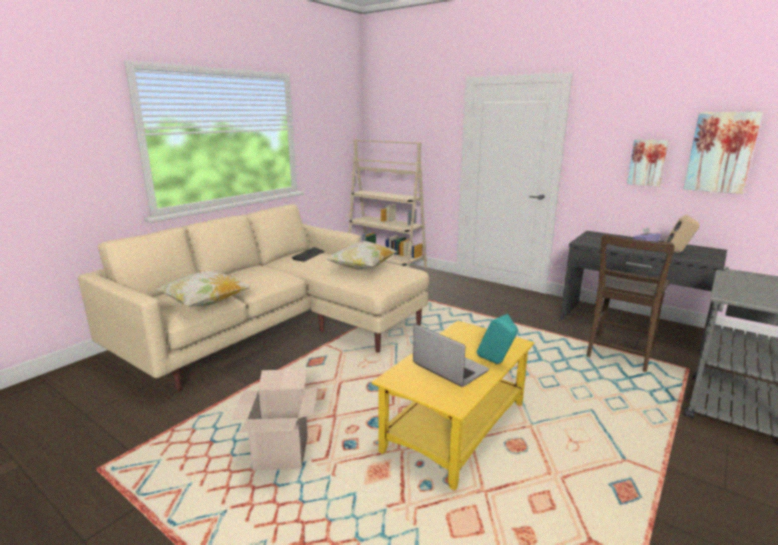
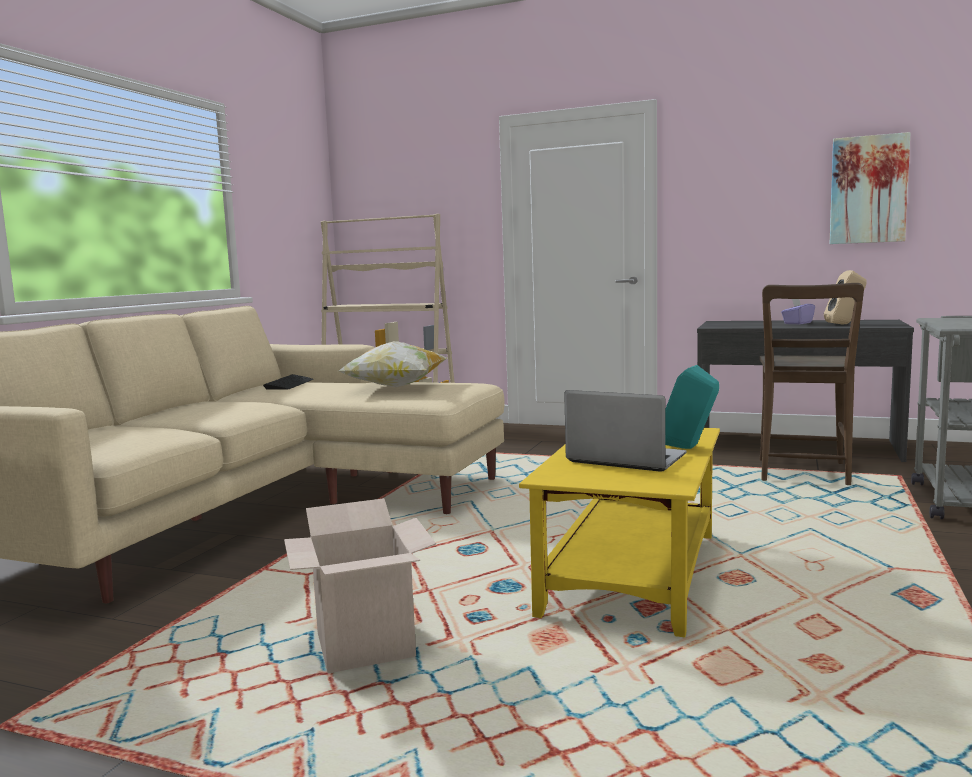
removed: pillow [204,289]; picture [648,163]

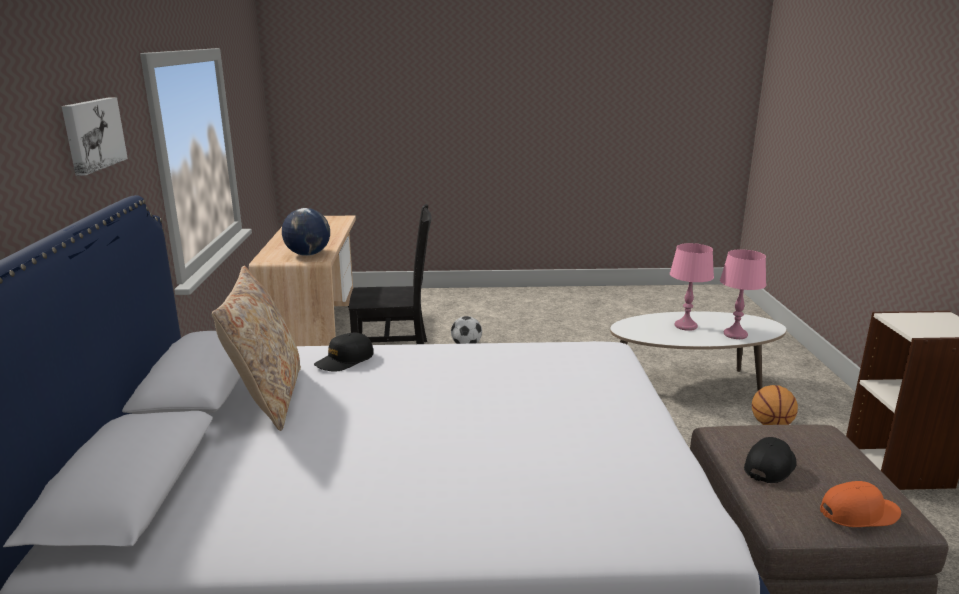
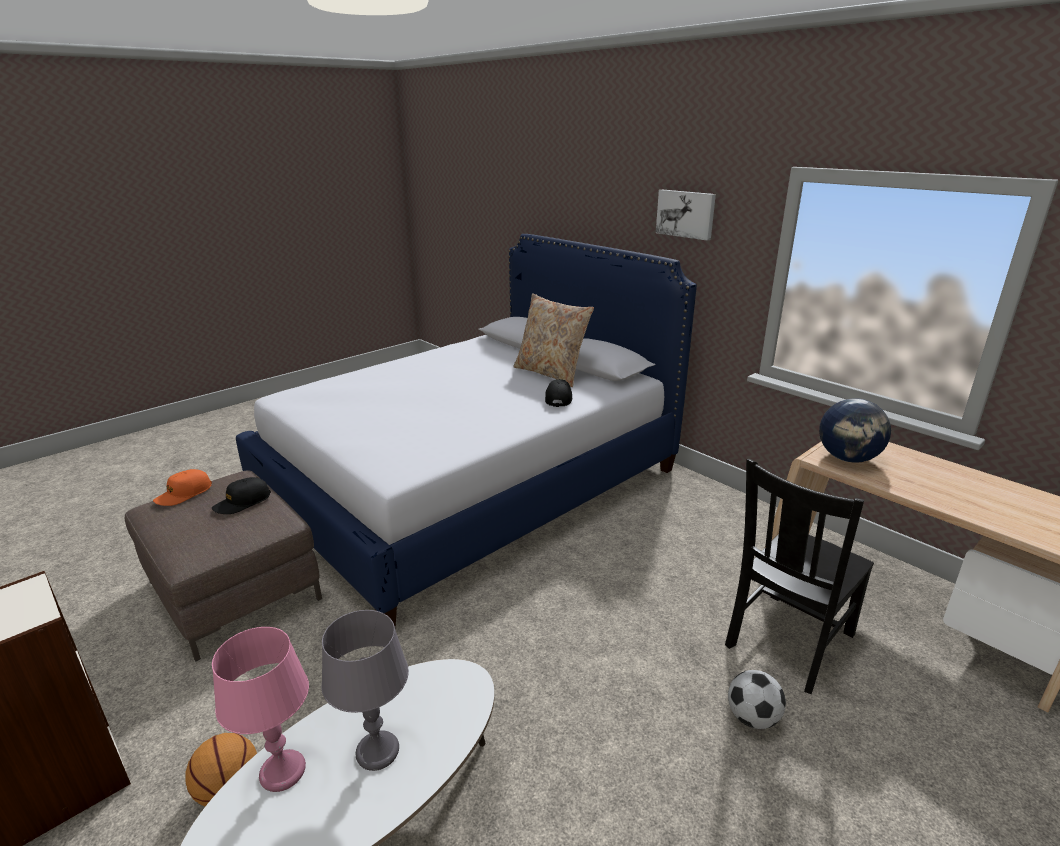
recoloured: table lamp (pink) [692,287] to table lamp (grey) [365,690]
turned: cap (black) [770,460] = [241,495] 45 degrees clockwise

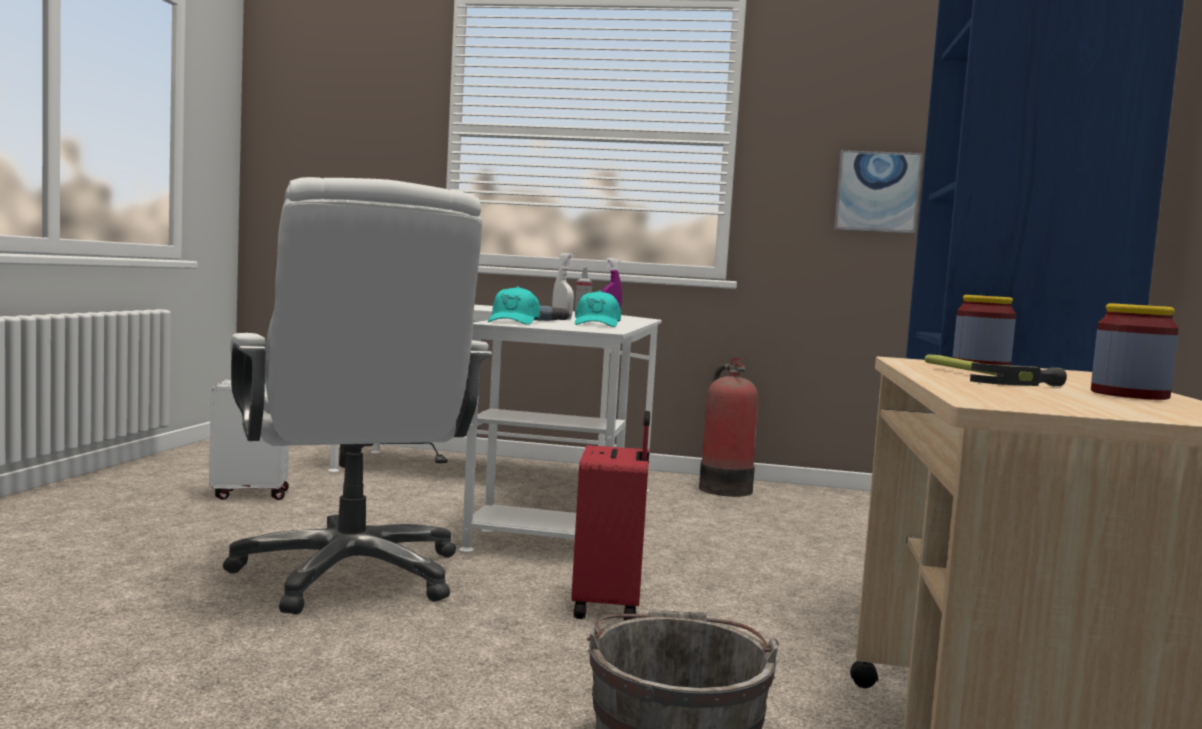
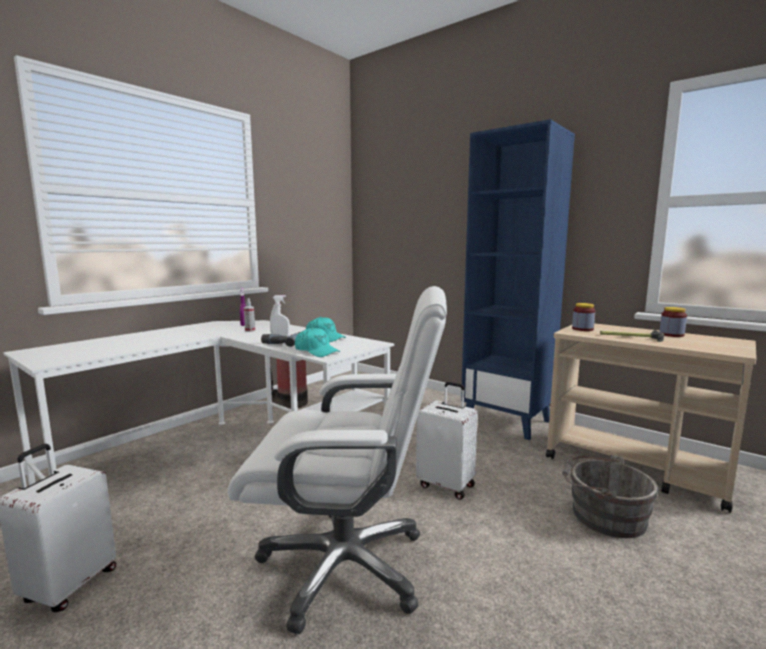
removed: picture [878,192]
recoloured: suitcase (red) [610,515] to suitcase (white) [447,441]

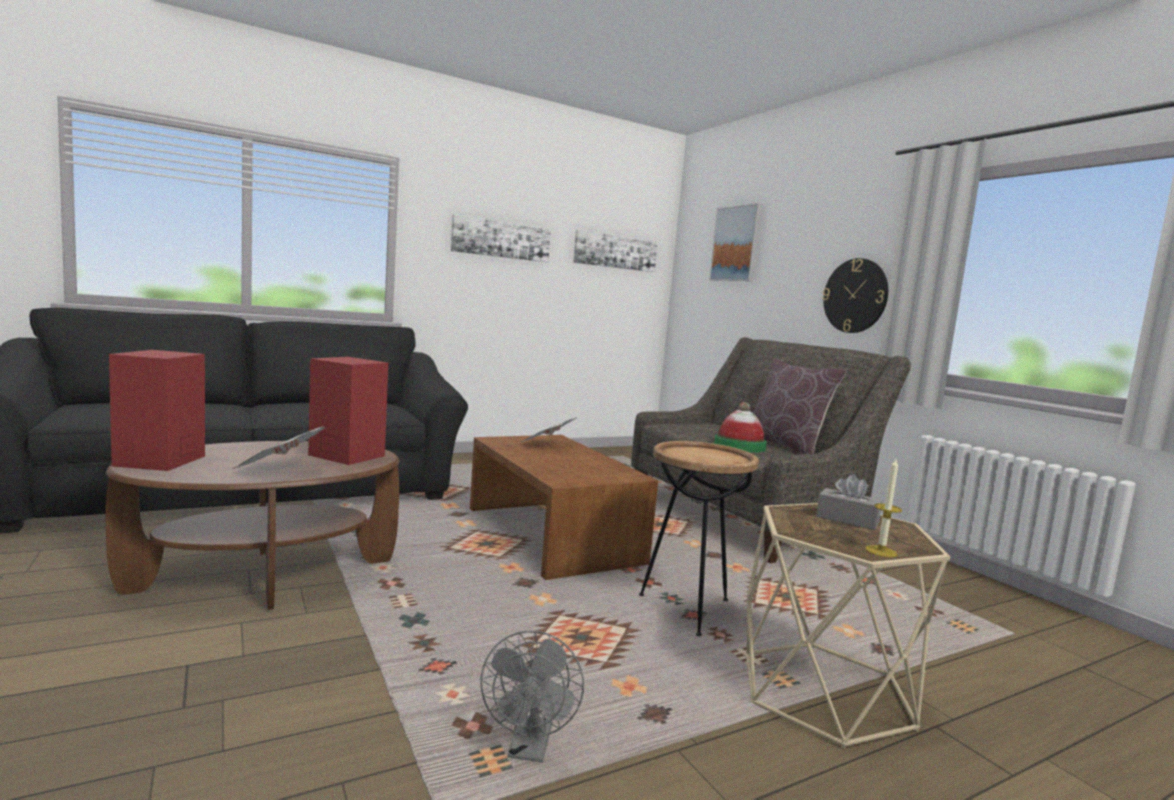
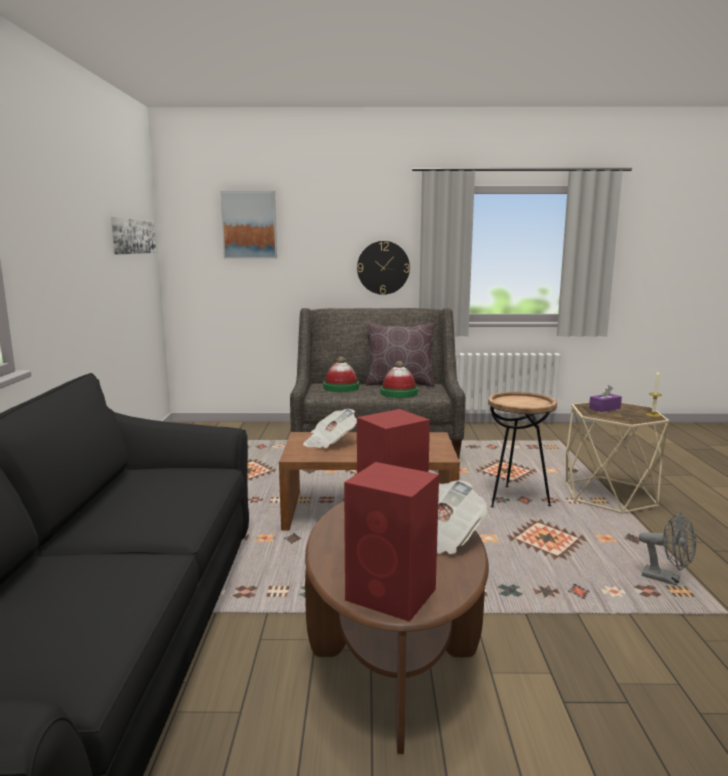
removed: picture [501,238]
added: hat [341,374]
recoloured: tissue box (grey) [849,502] to tissue box (purple) [605,398]

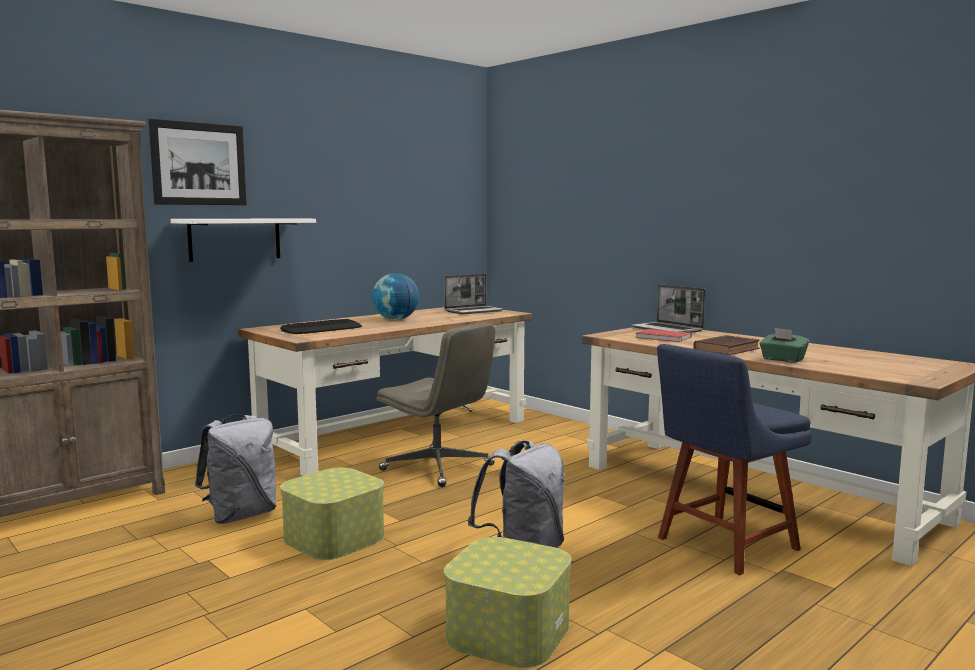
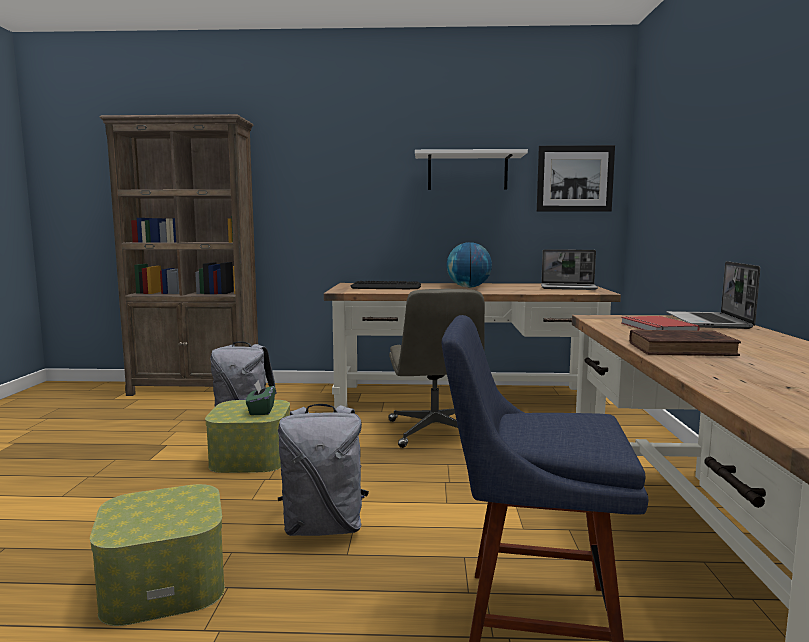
moved: picture [198,162] to [576,178]; shelf (white) [243,240] to [471,169]; tissue box (green) [784,345] to [260,397]

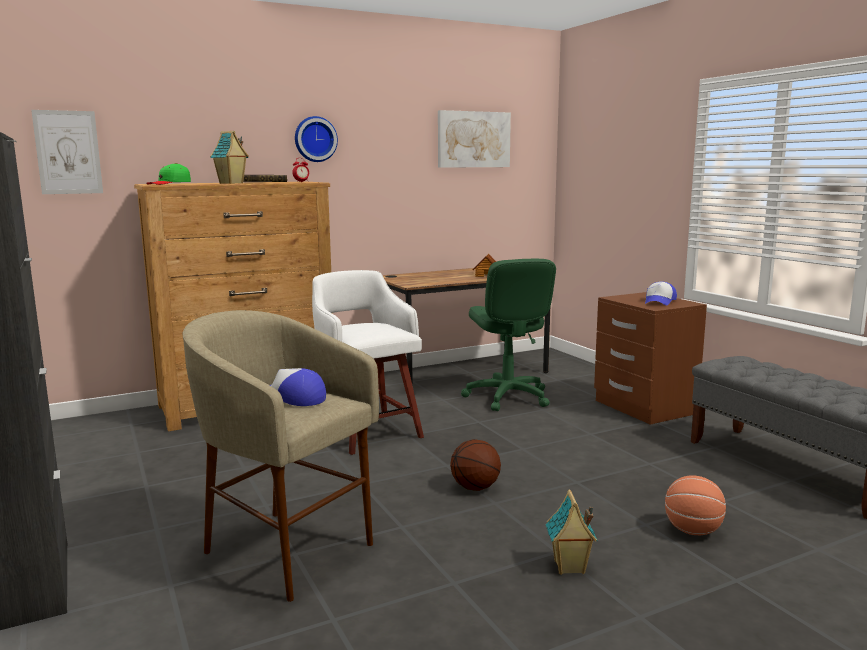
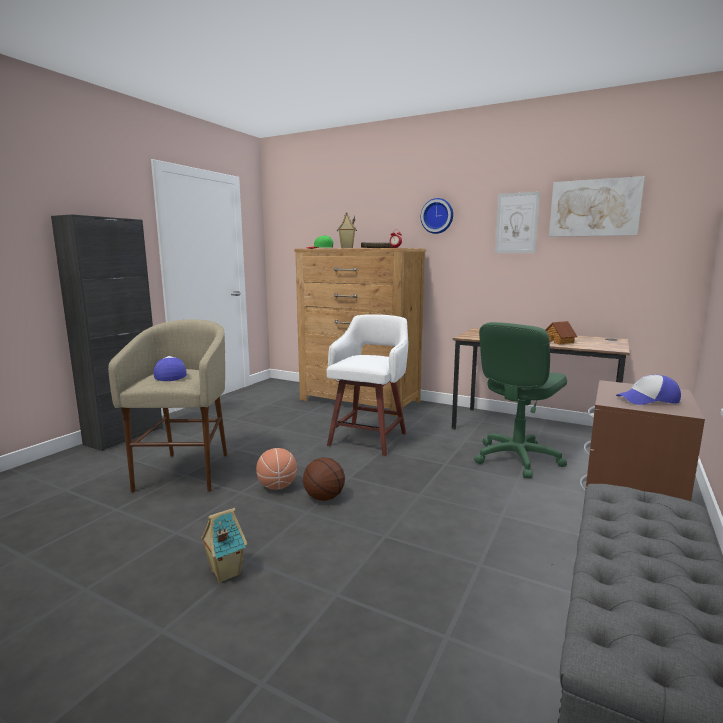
moved: picture [67,152] to [517,222]; basketball [695,505] to [276,469]

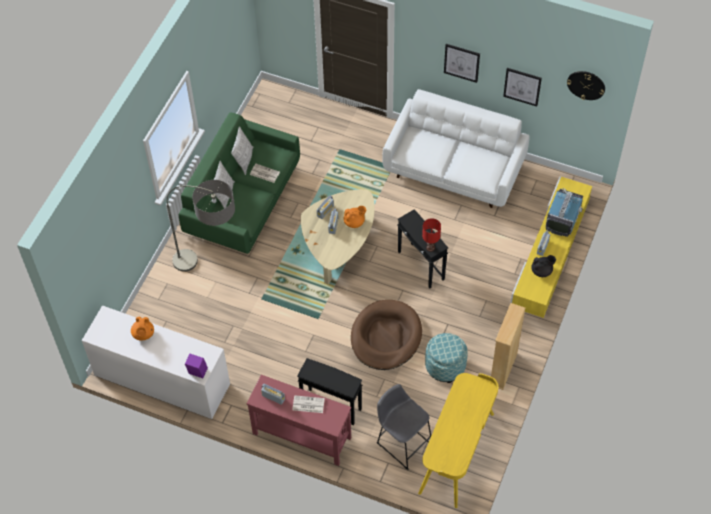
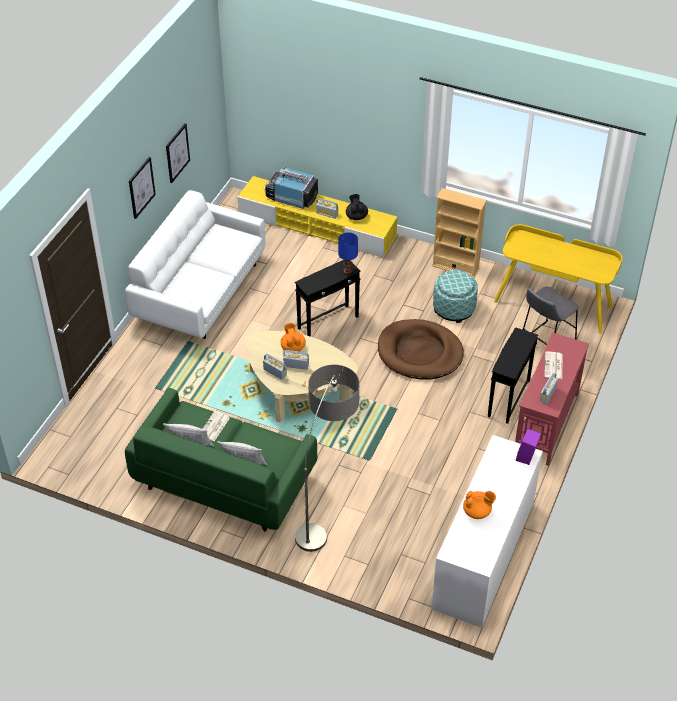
removed: wall clock [586,85]
recoloured: table lamp (red) [431,235] to table lamp (blue) [348,253]

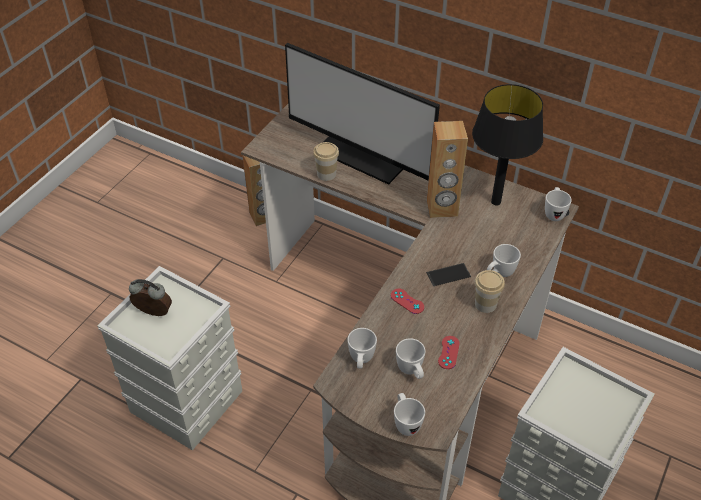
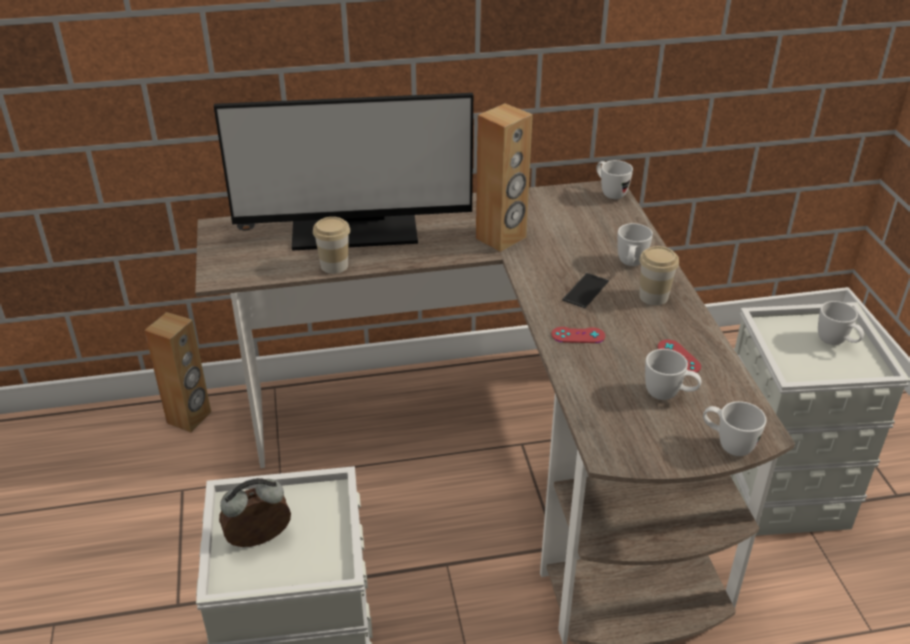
removed: table lamp (black) [507,144]
moved: mug (white) [362,348] to [841,323]

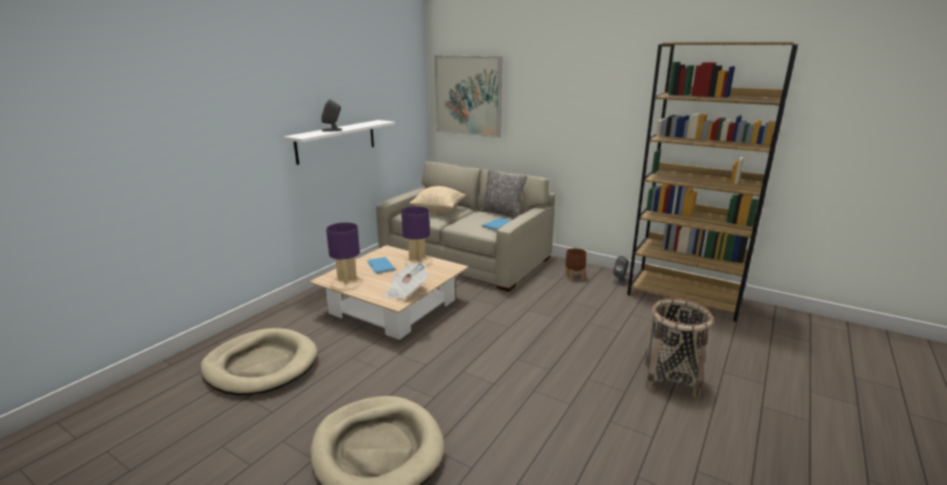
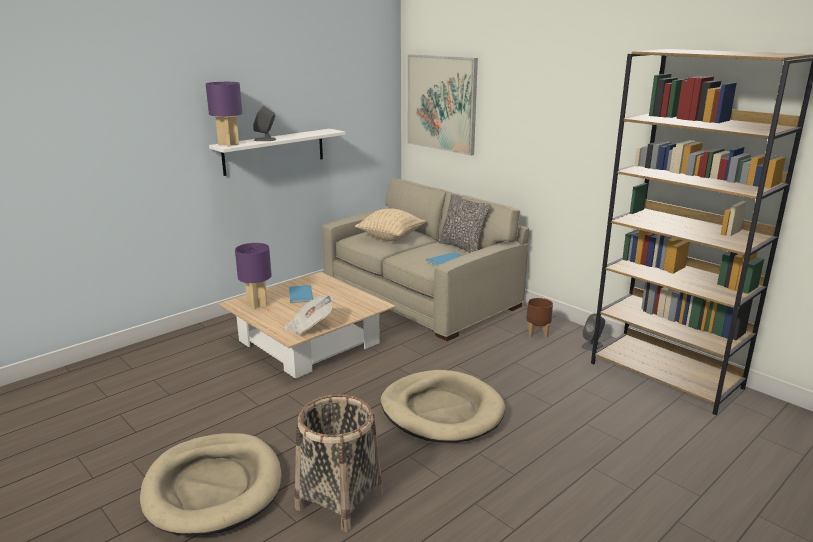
moved: dog bed (beige) [259,361] to [443,406]; table lamp (purple) [415,234] to [224,114]; basket [678,348] to [339,463]

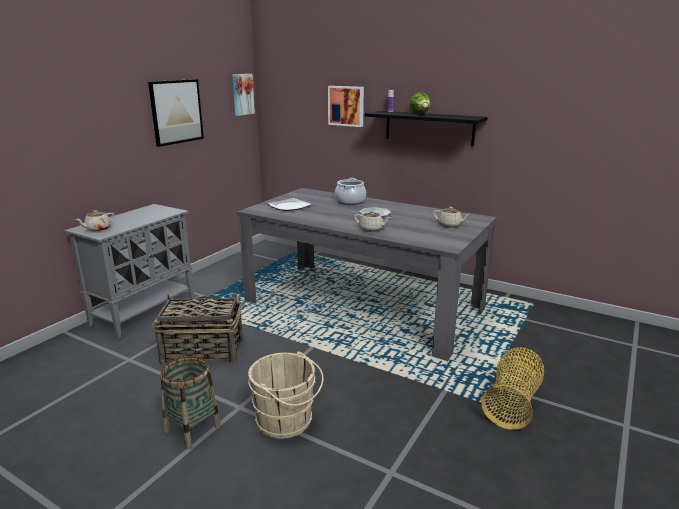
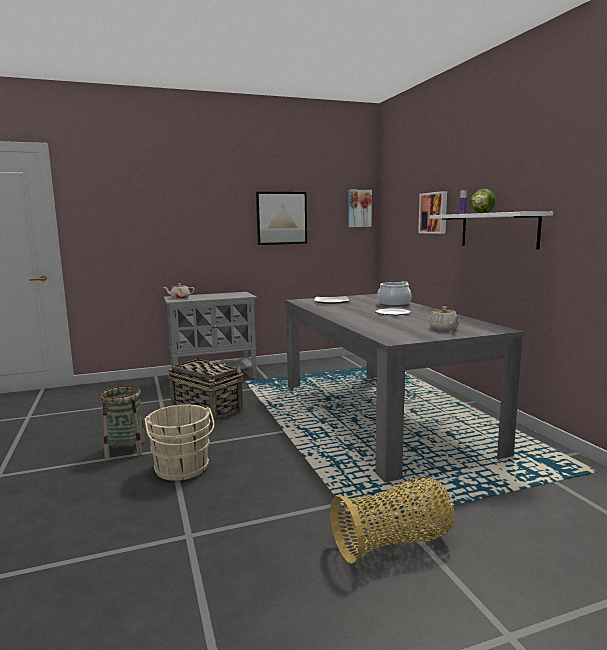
removed: teapot (beige) [373,221]
recoloured: shelf (black) [426,128] to shelf (white) [491,230]

